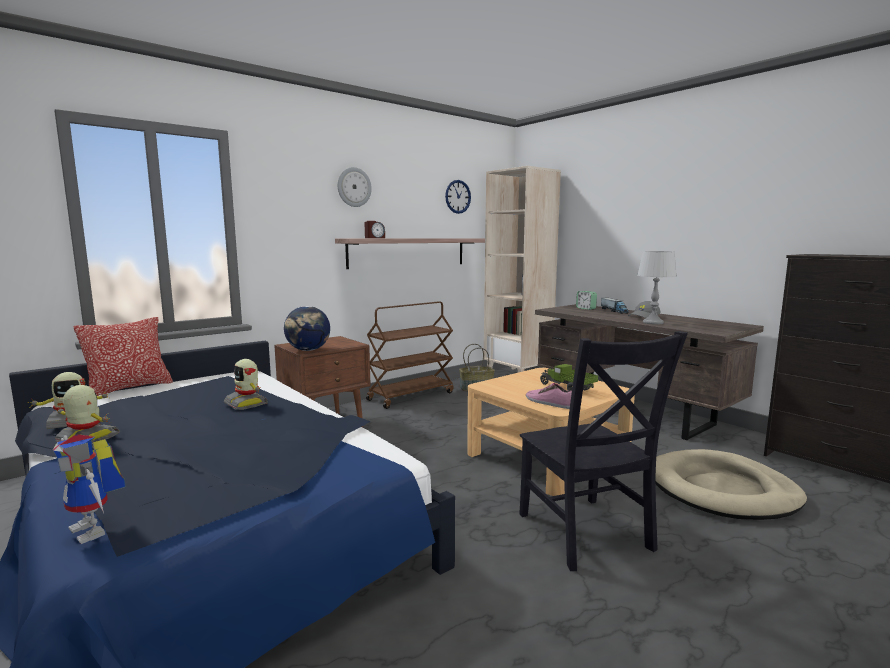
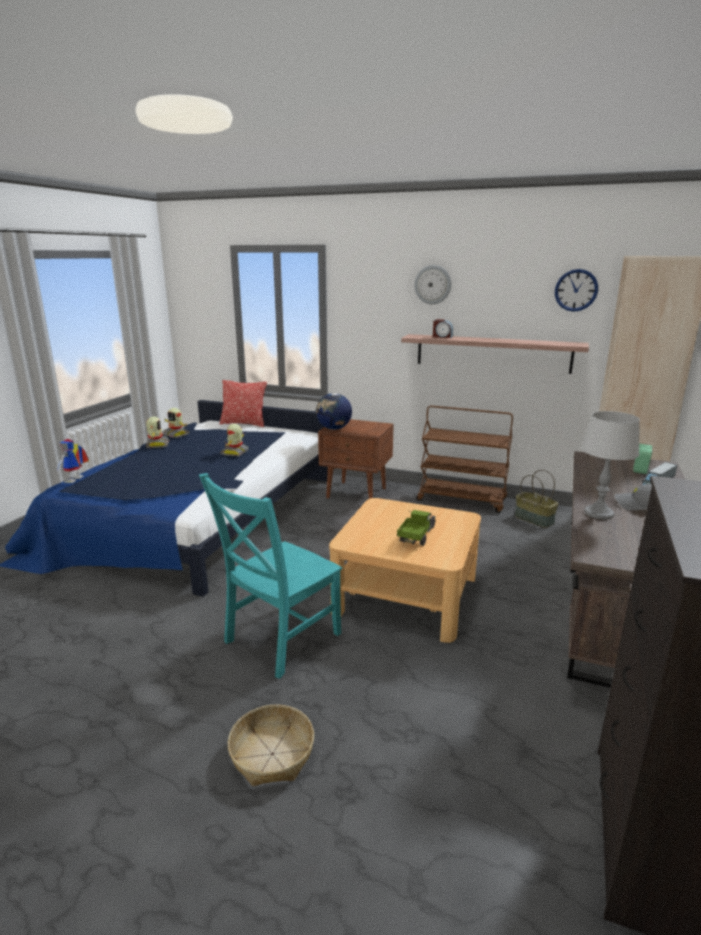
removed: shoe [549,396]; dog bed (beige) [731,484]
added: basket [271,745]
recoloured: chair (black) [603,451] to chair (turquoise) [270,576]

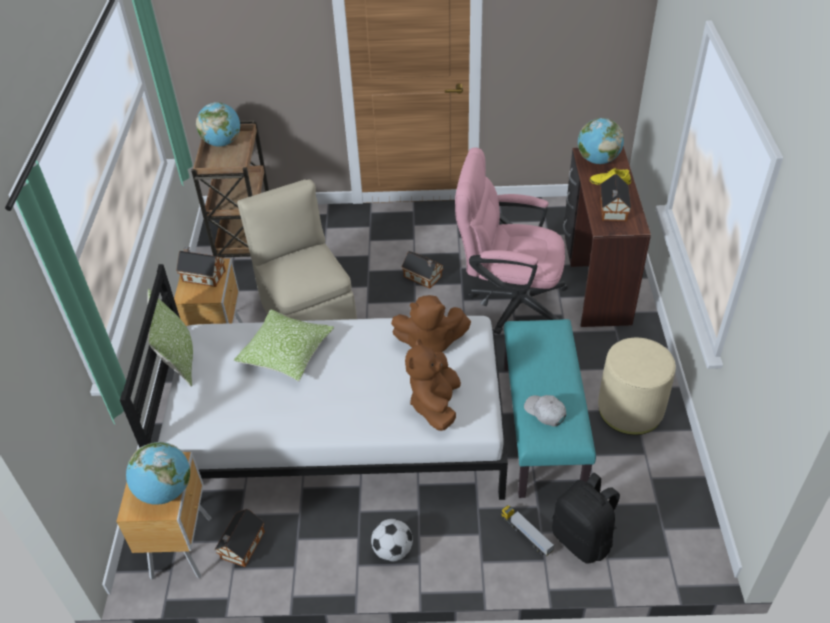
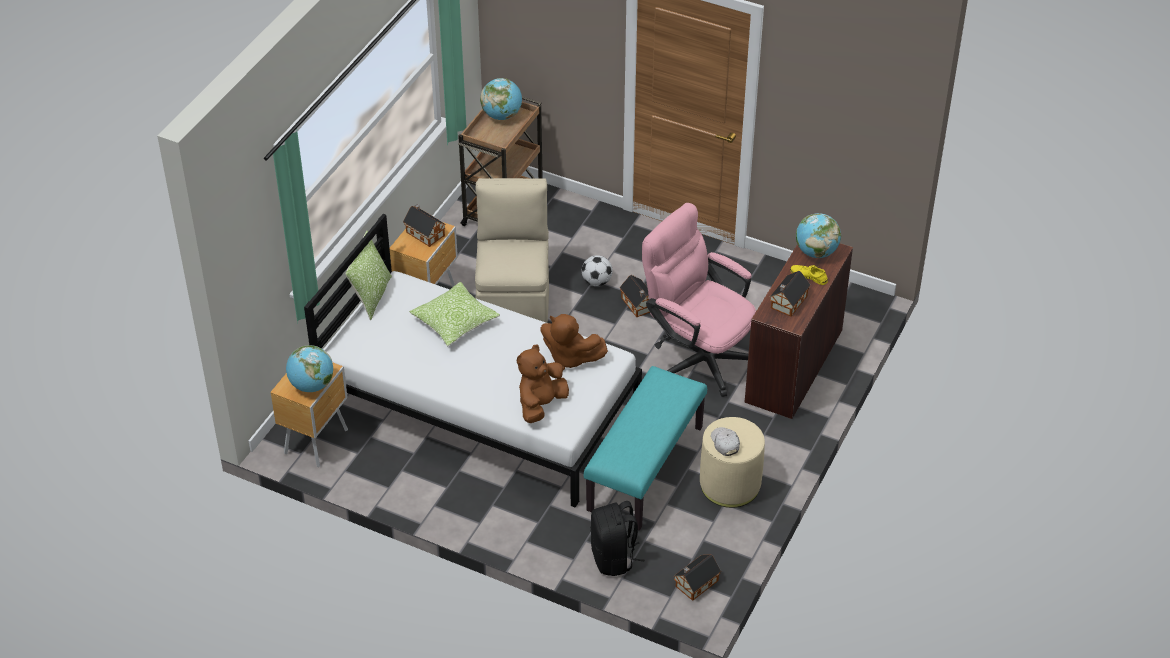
removed: toy truck [527,530]
moved: toy house [239,538] to [697,577]; football [392,540] to [597,270]; cap (white) [545,410] to [725,441]

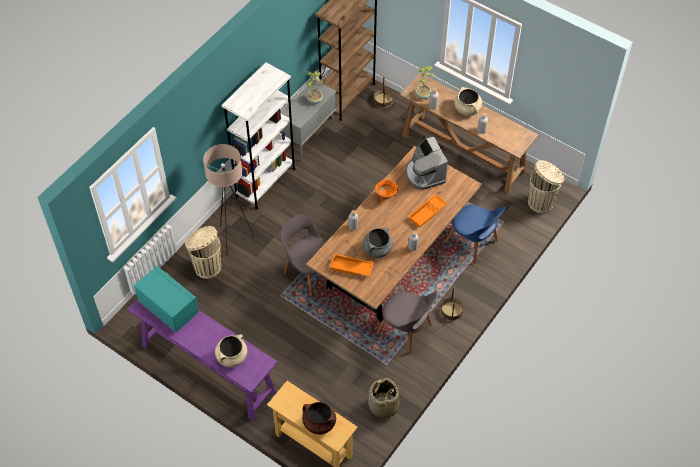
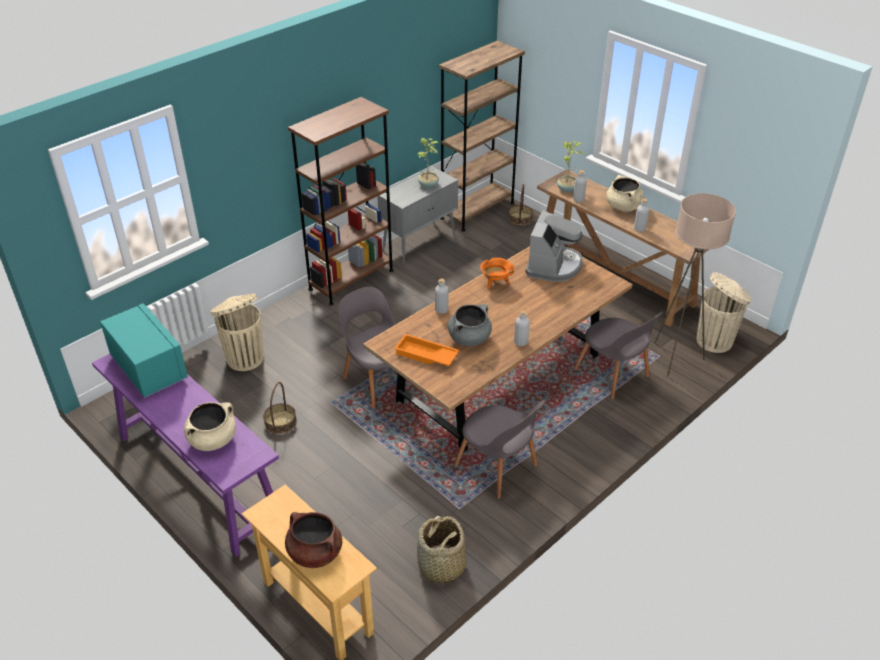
removed: tray (orange) [427,211]
moved: floor lamp (beige) [229,200] to [695,285]; basket [452,304] to [280,408]
recoloured: bookcase (white) [258,136] to bookcase (brown) [341,201]; chair (blue) [475,234] to chair (grey) [618,355]
turned: coffee machine [426,163] = [554,246] 150 degrees counterclockwise

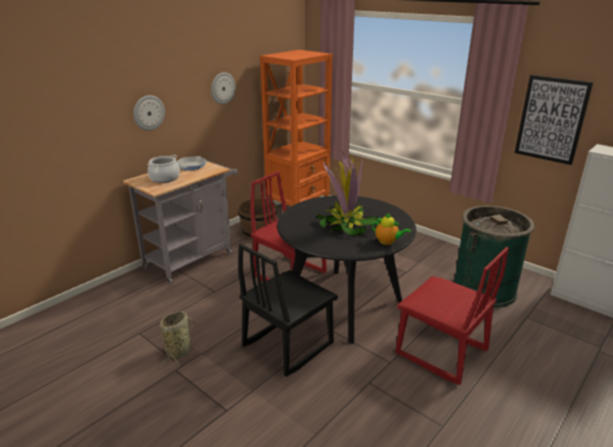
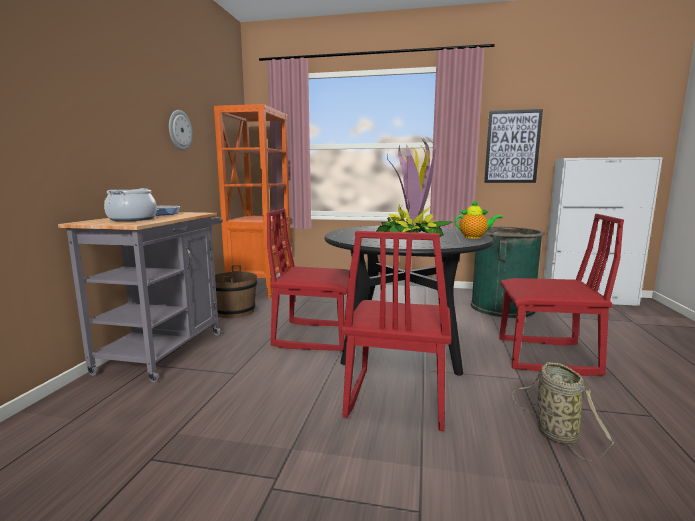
removed: wall clock [149,113]
moved: basket [179,340] to [563,411]
recoloured: chair (black) [288,310] to chair (red) [397,331]

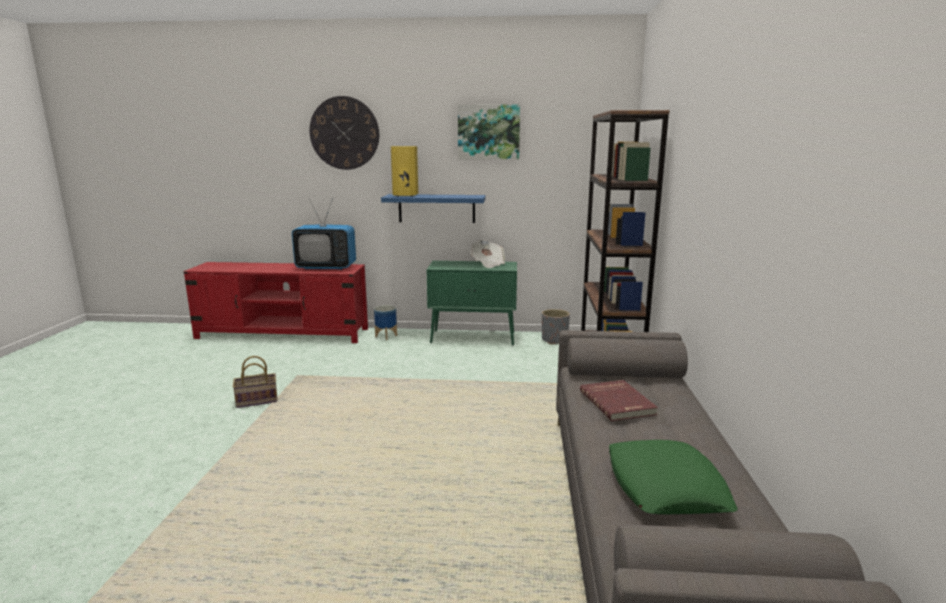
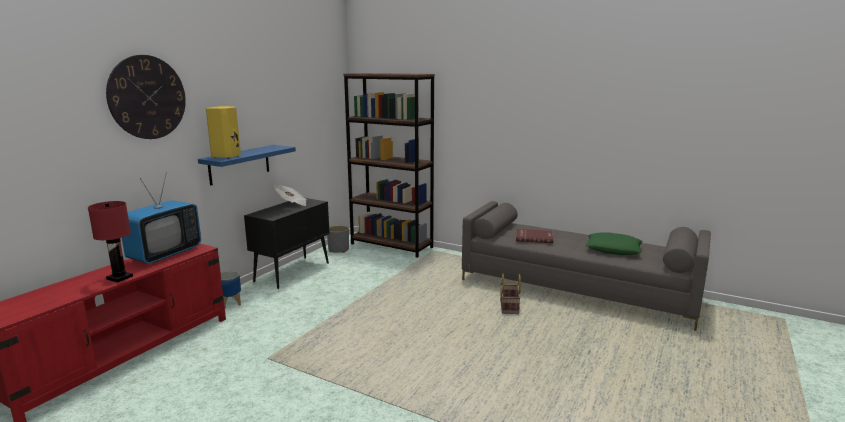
removed: picture [489,132]
added: table lamp (red) [110,242]
moved: basket [255,382] to [510,293]
recoloured: cabinet (green) [472,303] to cabinet (black) [287,243]

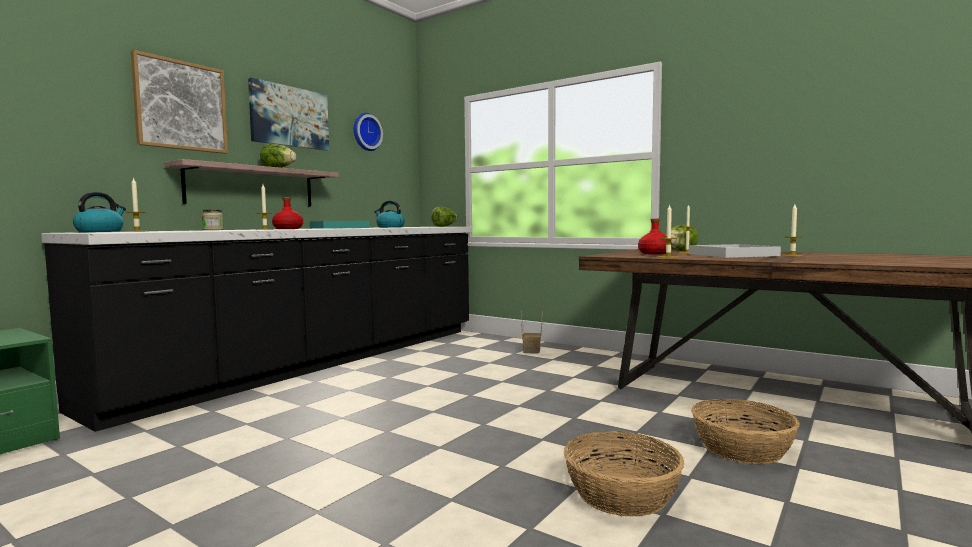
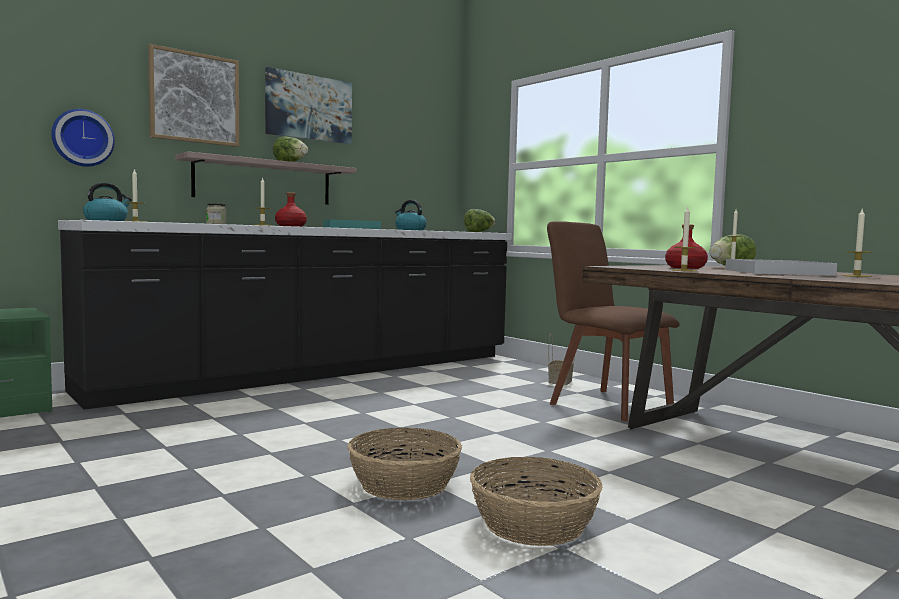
added: chair (brown) [613,321]
moved: wall clock [368,132] to [83,138]; basket [745,431] to [404,463]

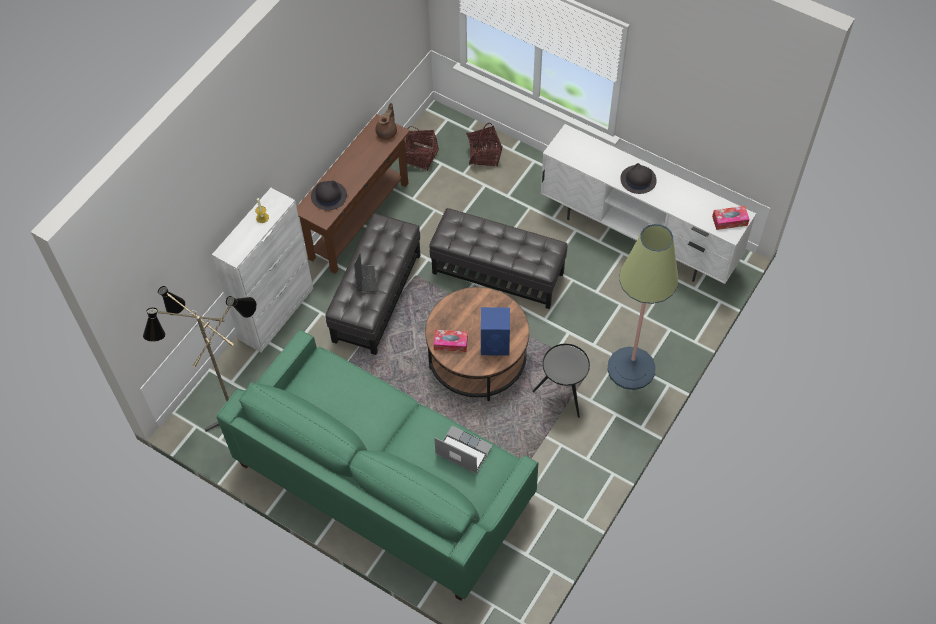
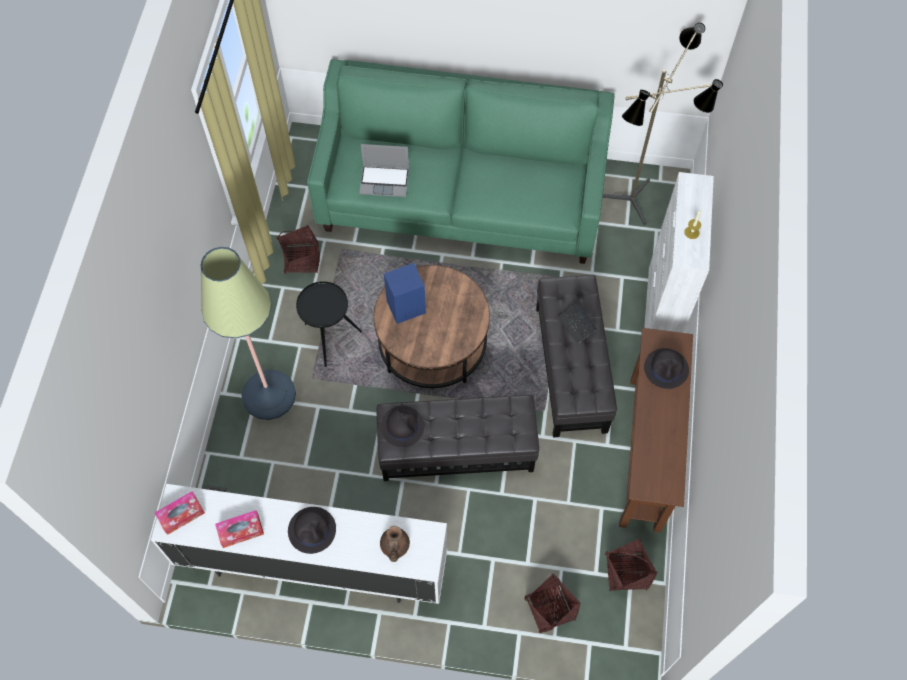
added: basket [298,249]; hat (black) [402,426]
moved: teapot (brown) [386,121] to [395,544]; tissue box [450,341] to [239,529]

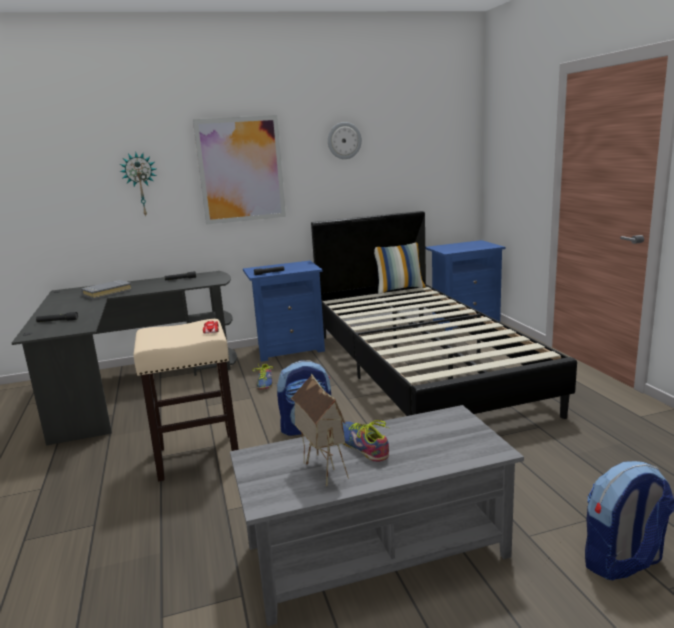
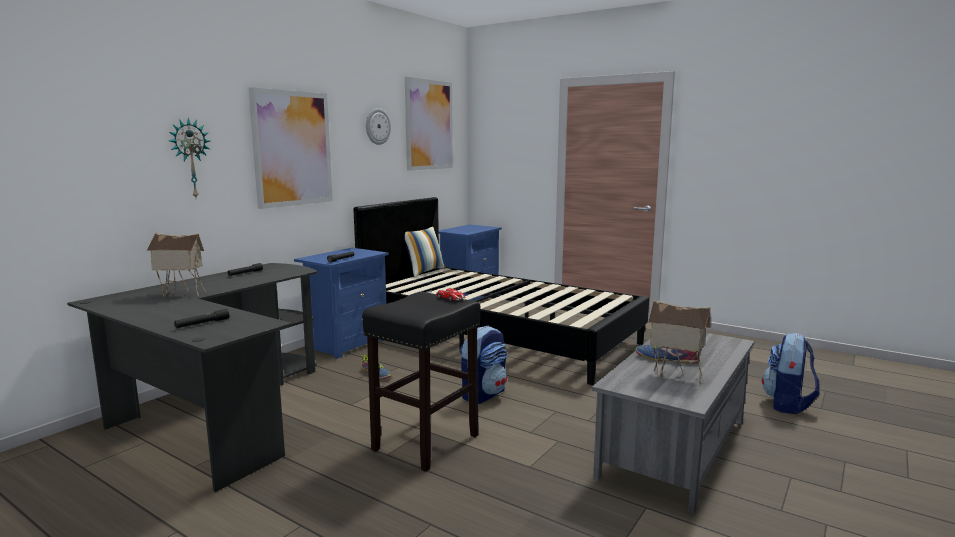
added: picture [429,124]
replaced: book (grey) [106,290] to toy house [176,265]
recoloured: stool (beige) [186,400] to stool (black) [421,382]

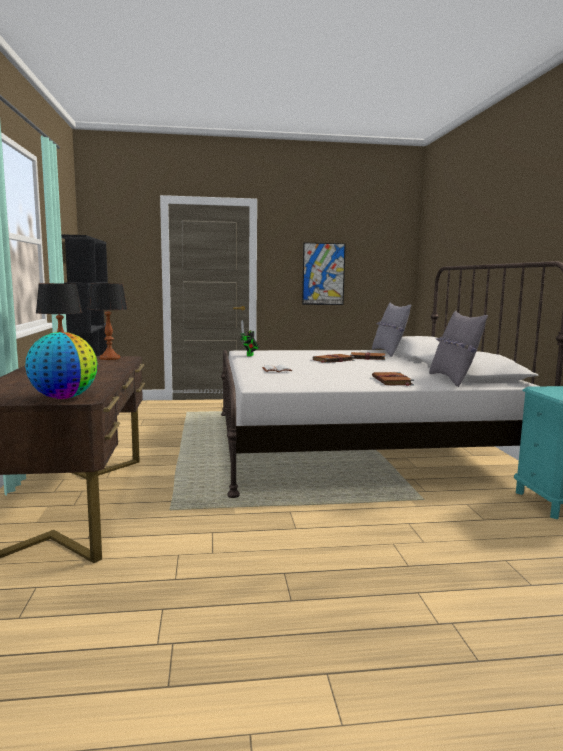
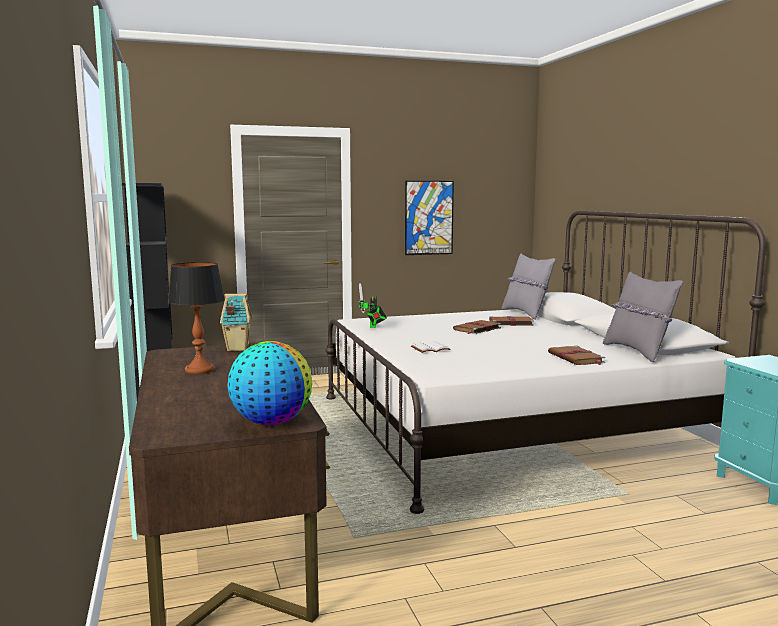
replaced: table lamp [107,321] to toy house [236,322]

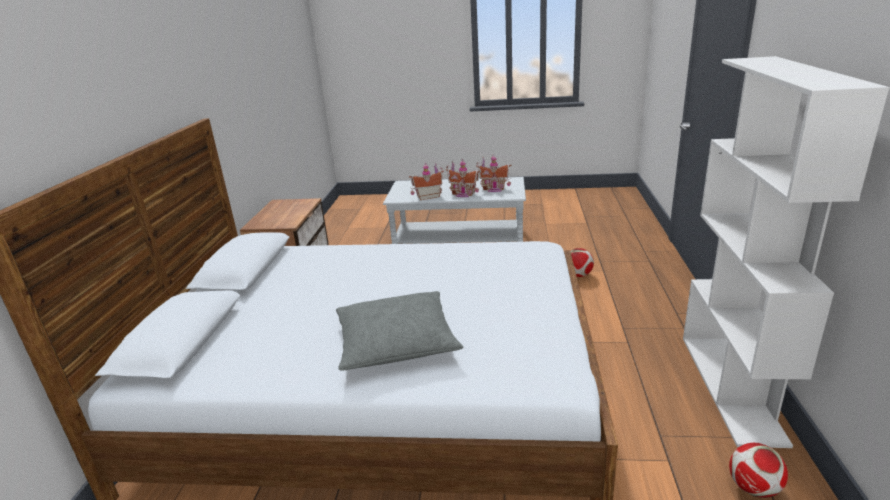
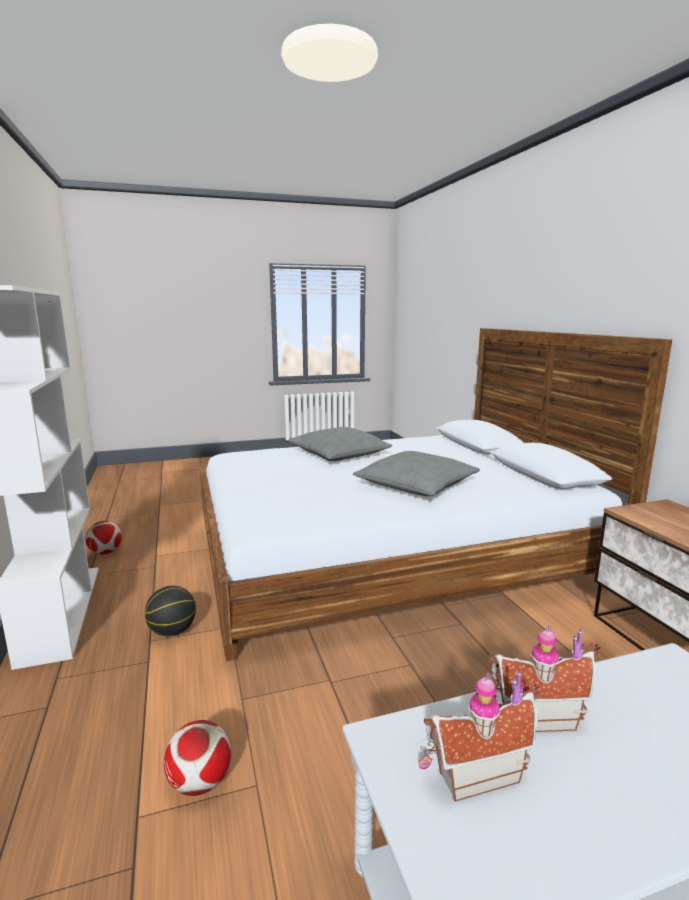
removed: toy house [426,181]
added: basketball [170,611]; pillow (grey) [416,473]

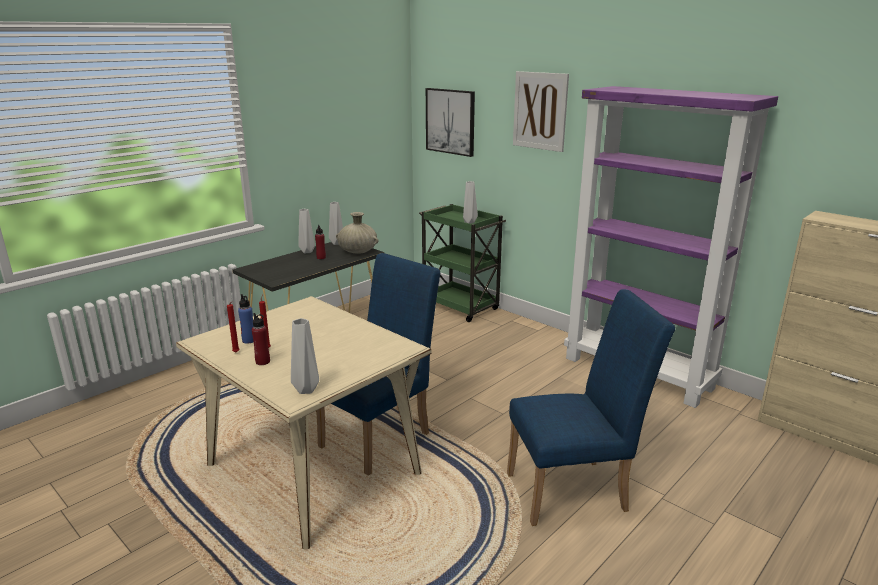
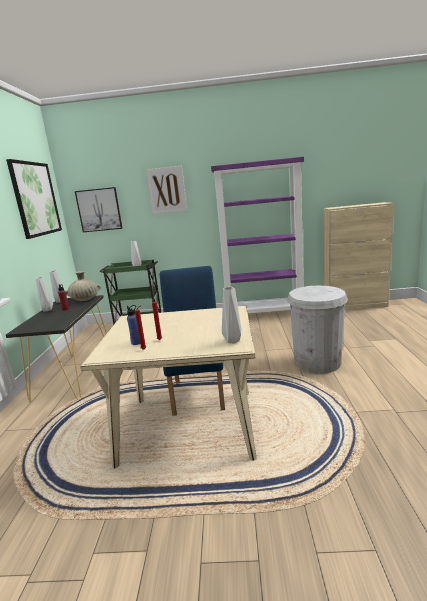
removed: bottle (red) [261,339]
added: picture [34,199]
replaced: chair (blue) [591,407] to trash can (white) [317,330]

